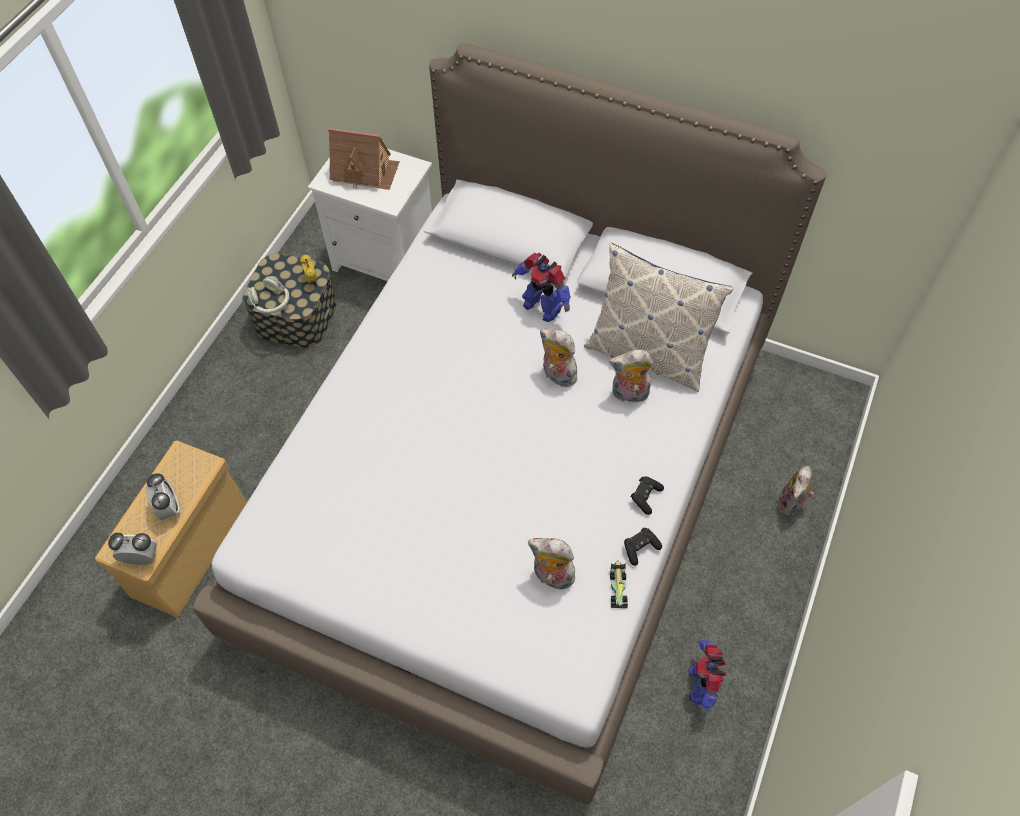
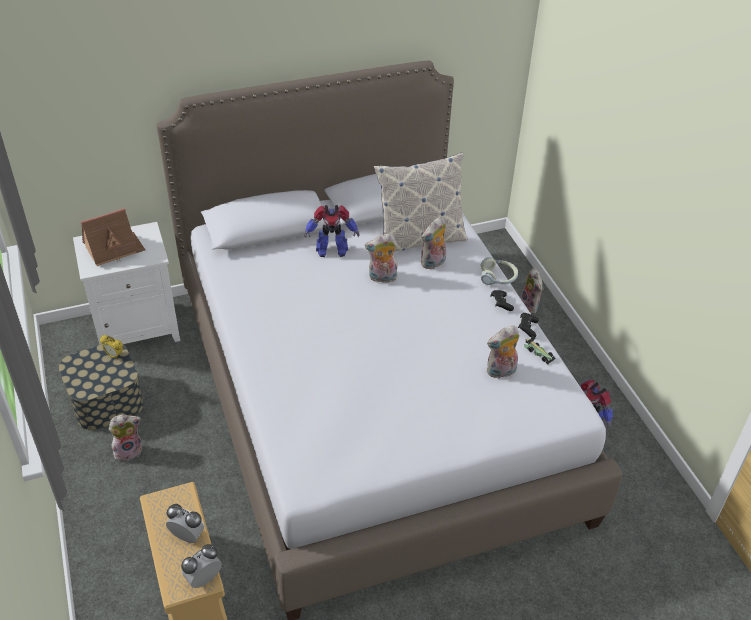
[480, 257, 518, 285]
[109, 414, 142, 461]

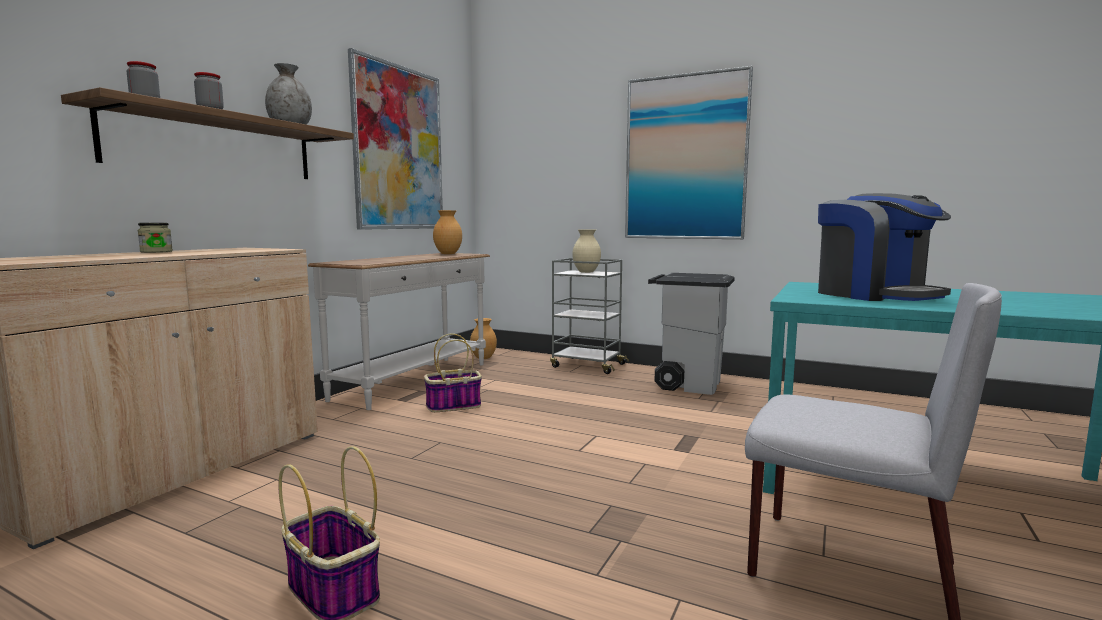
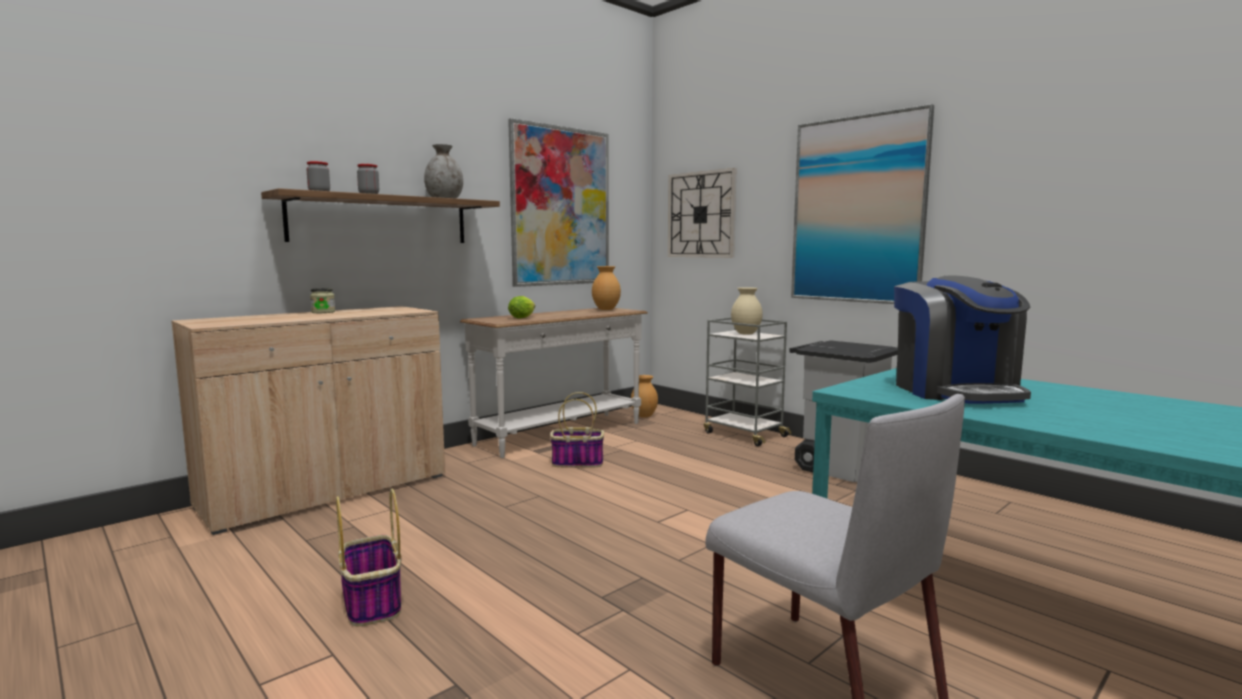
[508, 296, 535, 319]
[668, 168, 737, 258]

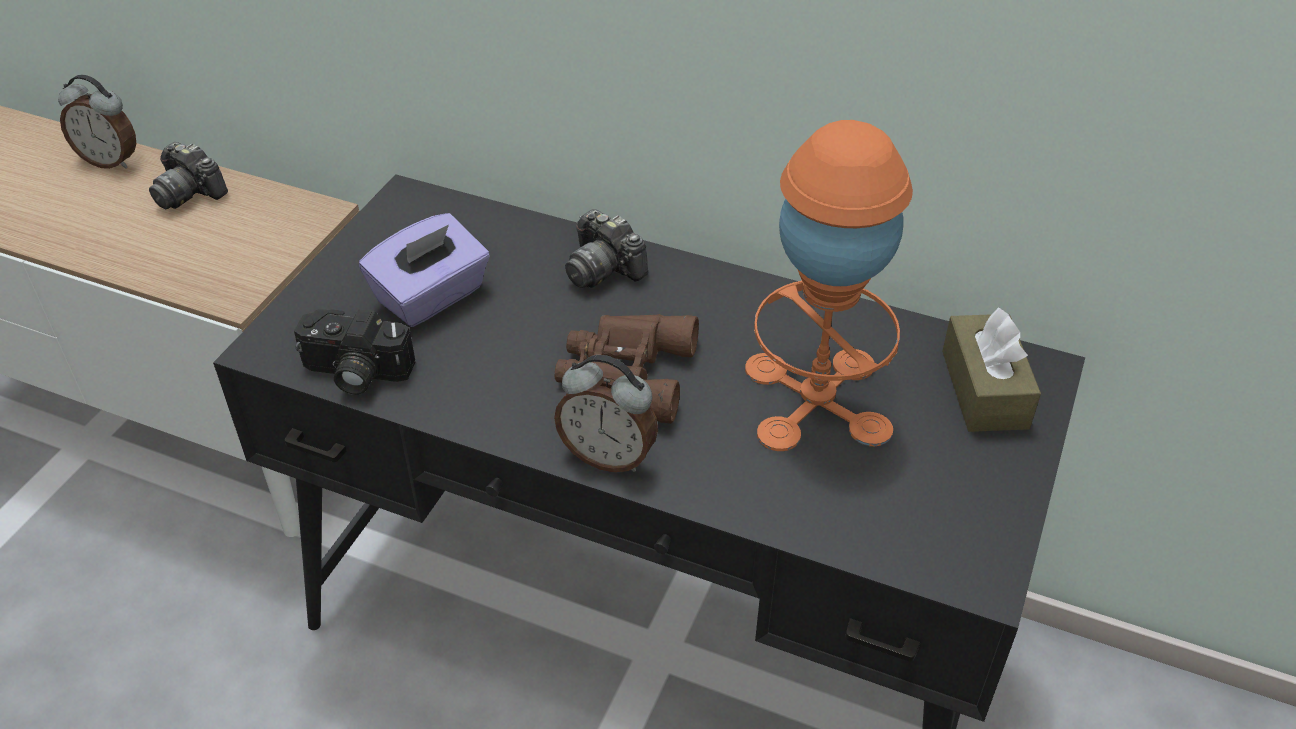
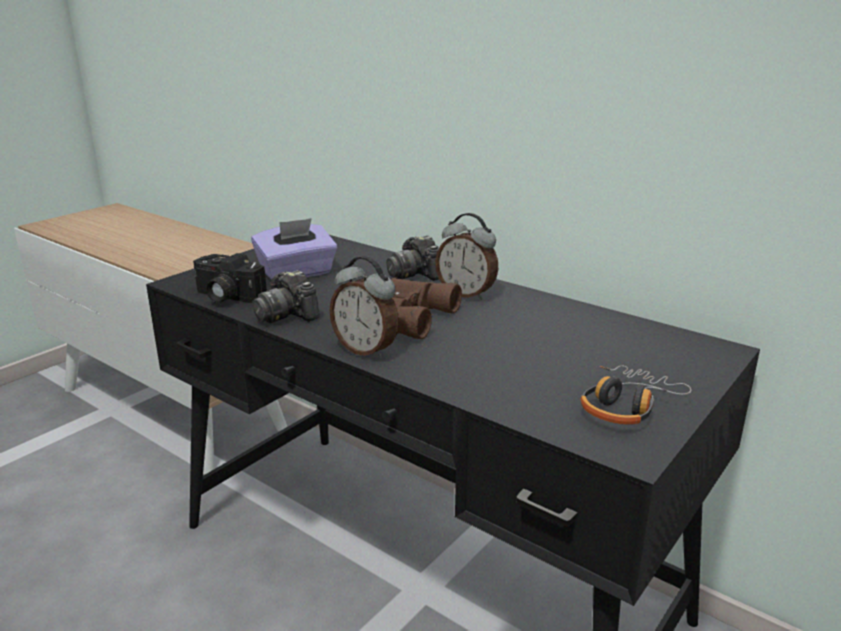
[435, 213, 498, 300]
[252, 270, 320, 323]
[745, 120, 913, 451] (first image)
[942, 307, 1041, 432] (first image)
[580, 365, 691, 425]

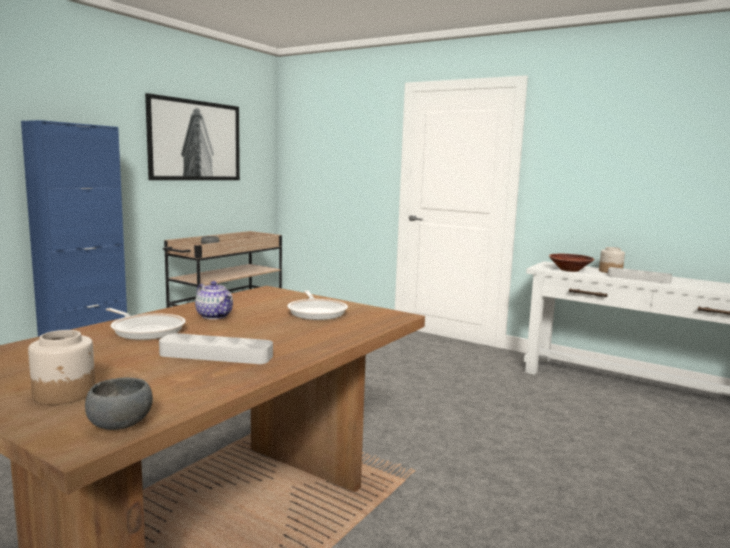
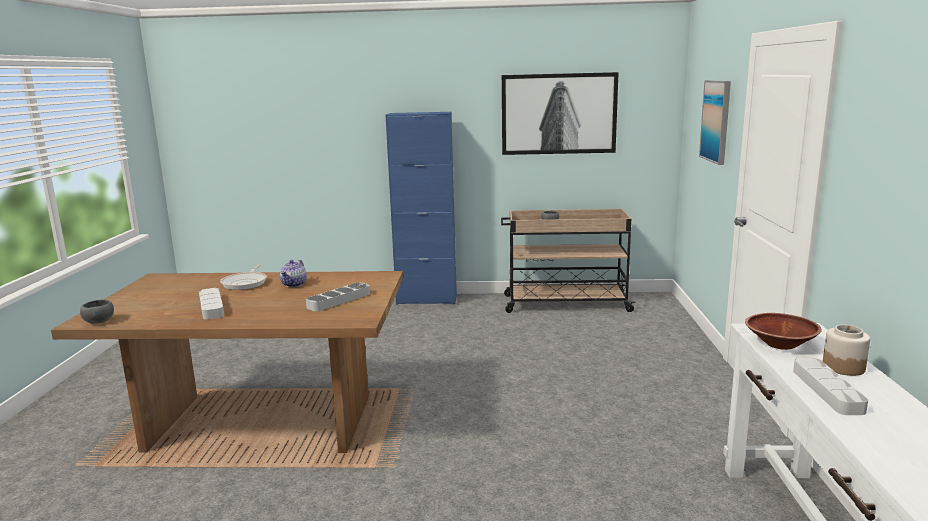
[28, 330, 95, 405] (first image)
[306, 282, 370, 311]
[699, 80, 731, 165]

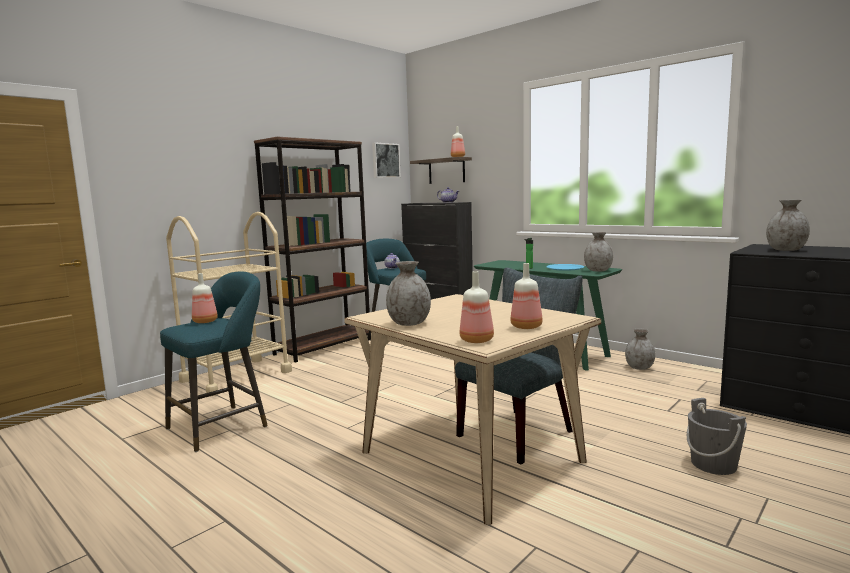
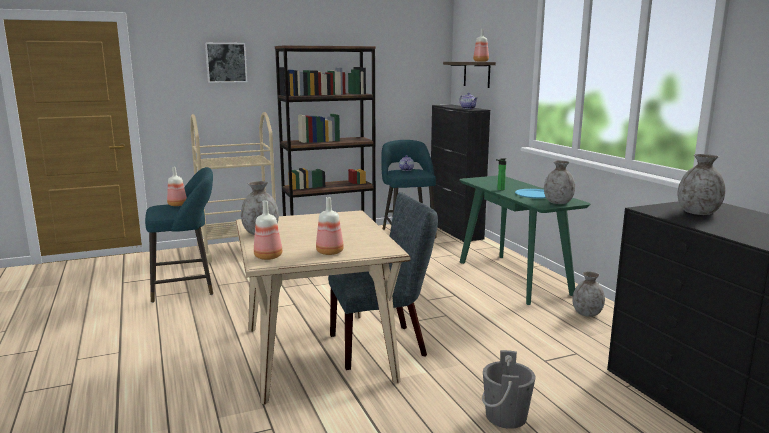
[205, 43, 247, 83]

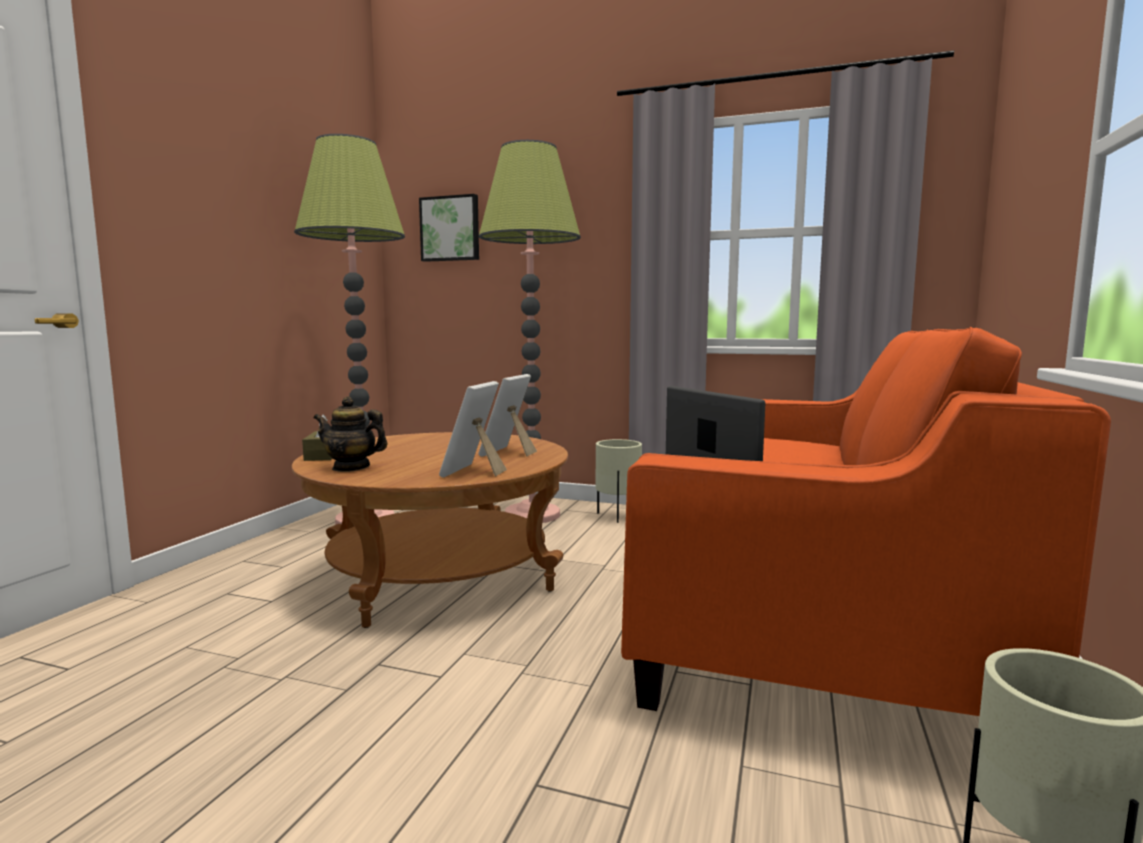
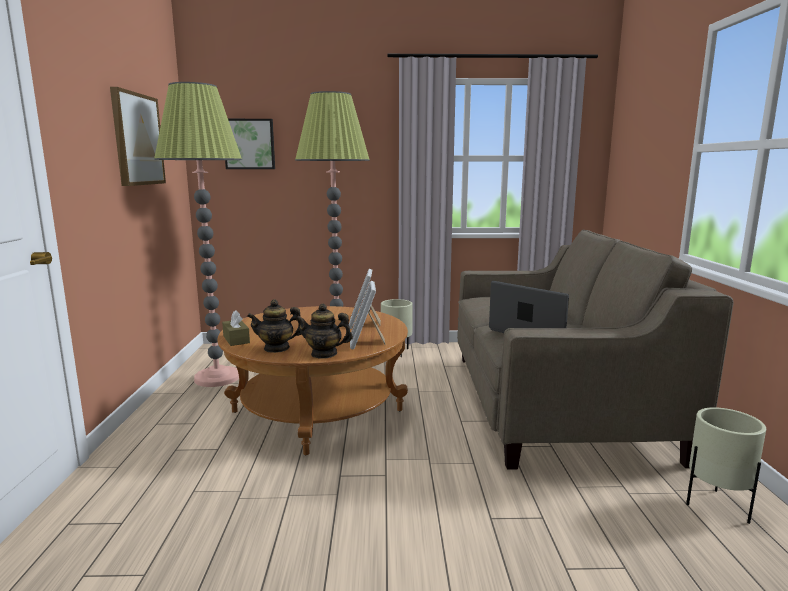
[457, 230, 734, 470]
[110, 87, 166, 186]
[296, 304, 353, 359]

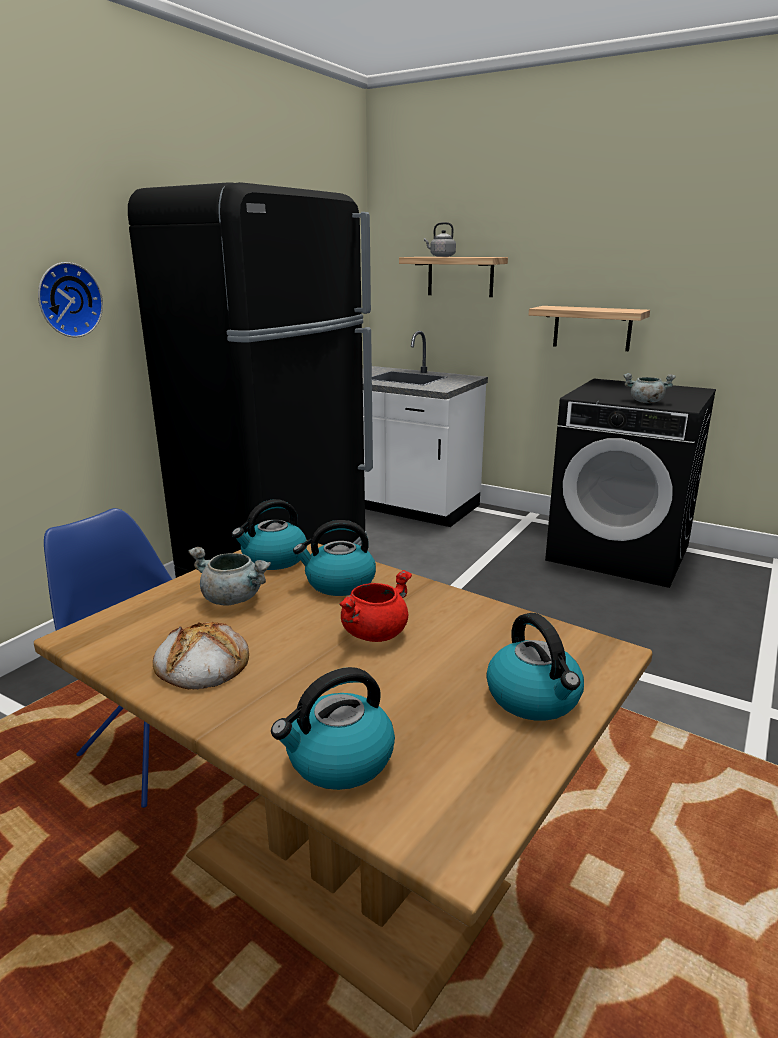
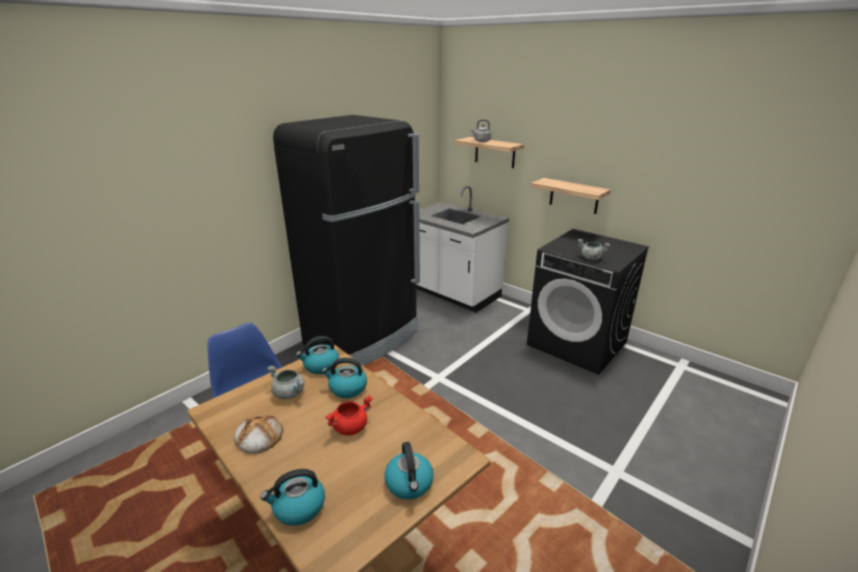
[38, 262, 103, 337] (first image)

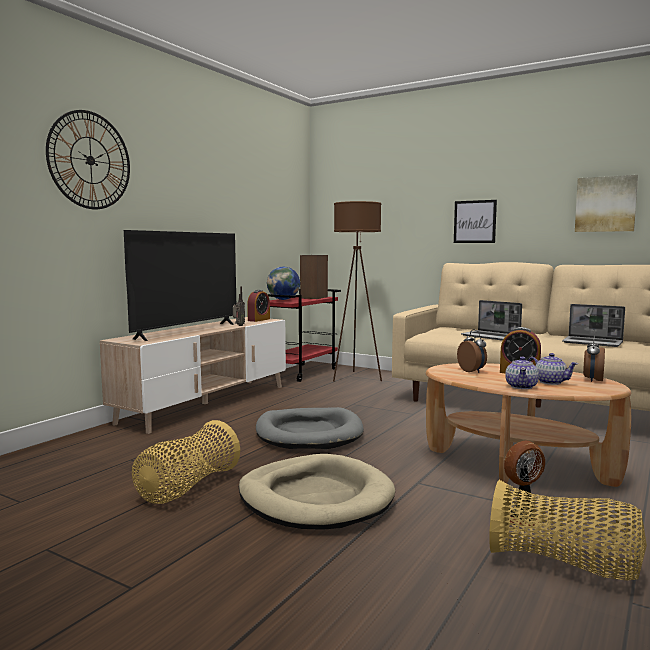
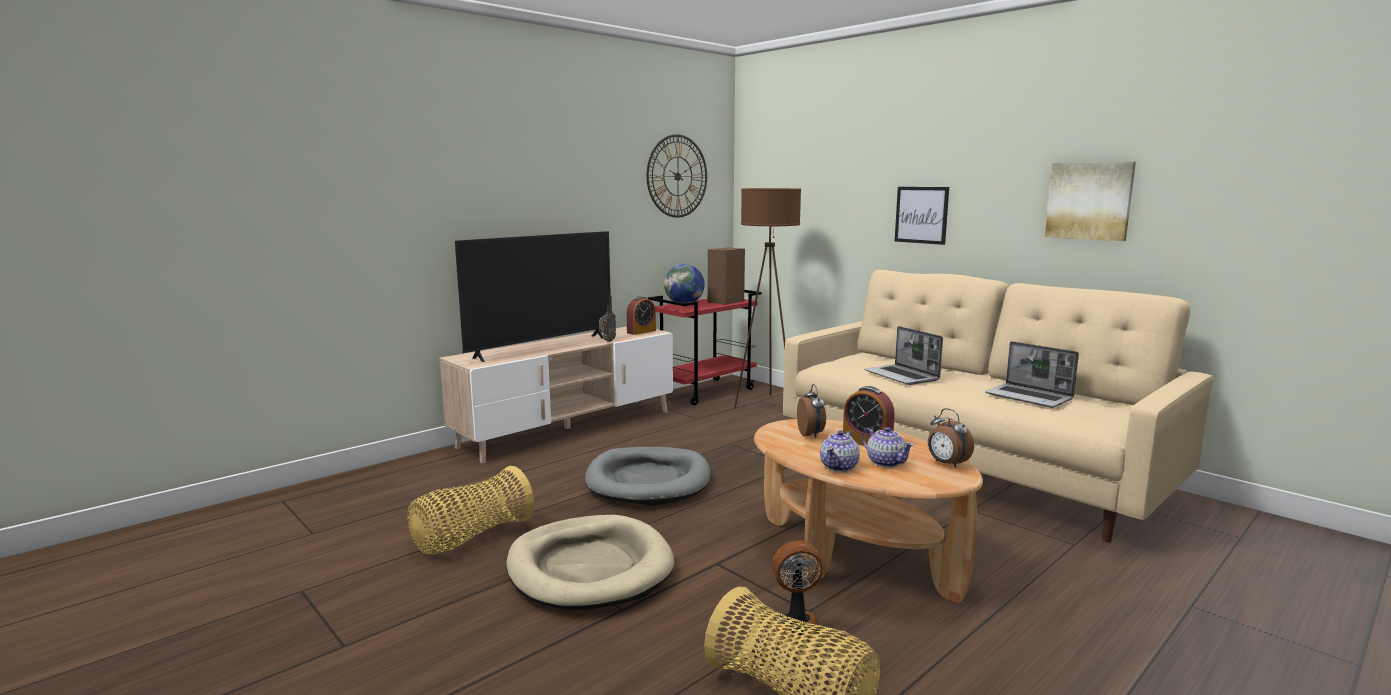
[647, 134, 707, 218]
[928, 408, 974, 468]

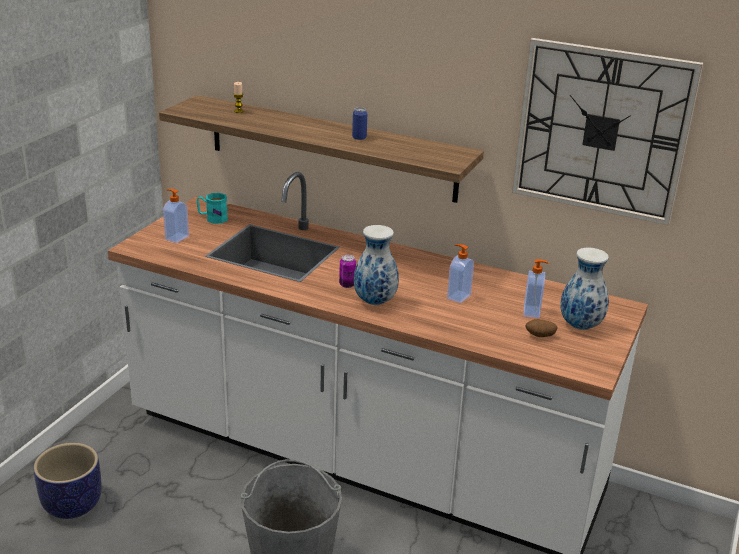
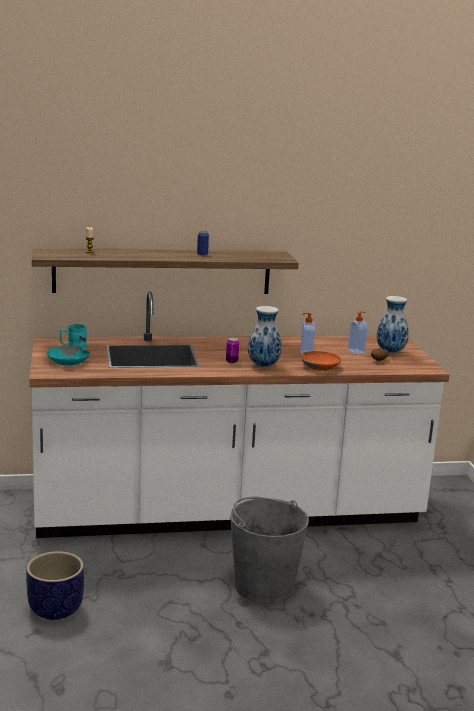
[47, 346, 90, 366]
[512, 38, 703, 226] (first image)
[302, 351, 341, 371]

